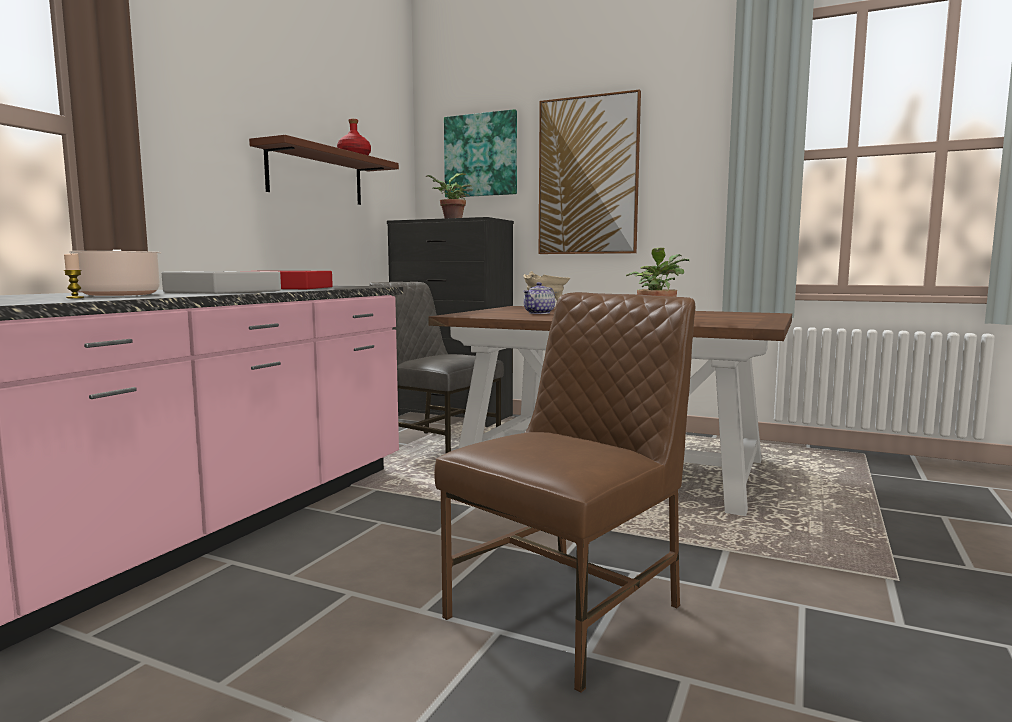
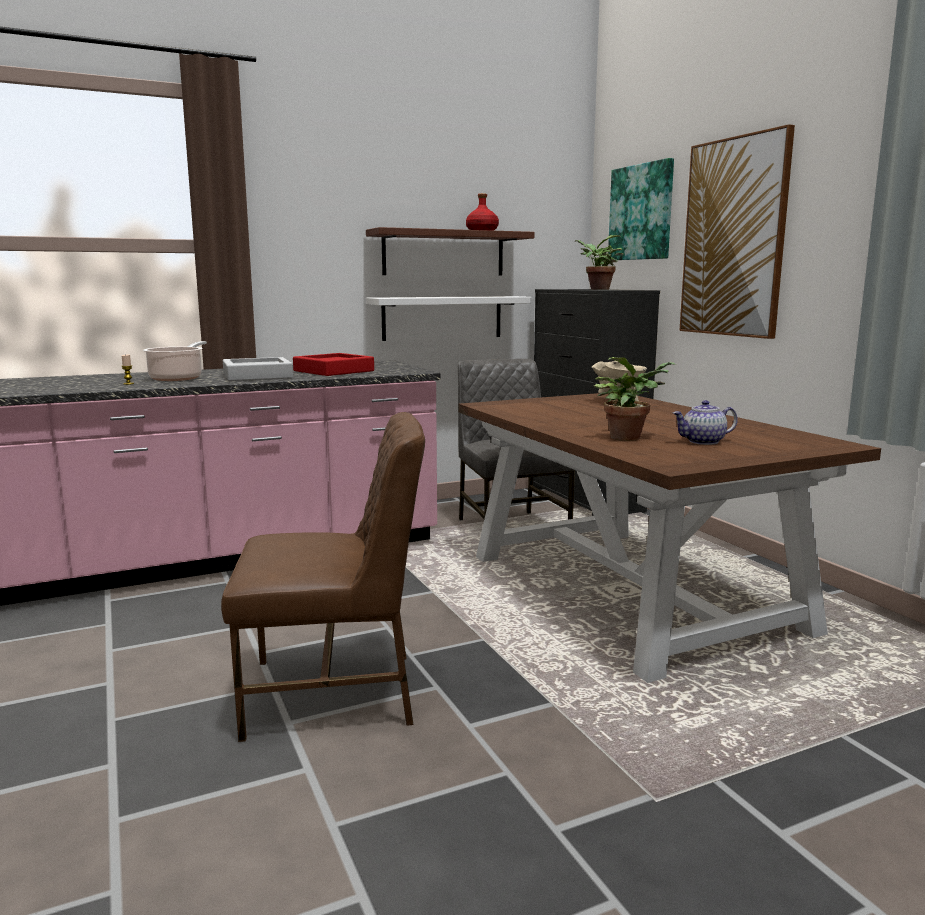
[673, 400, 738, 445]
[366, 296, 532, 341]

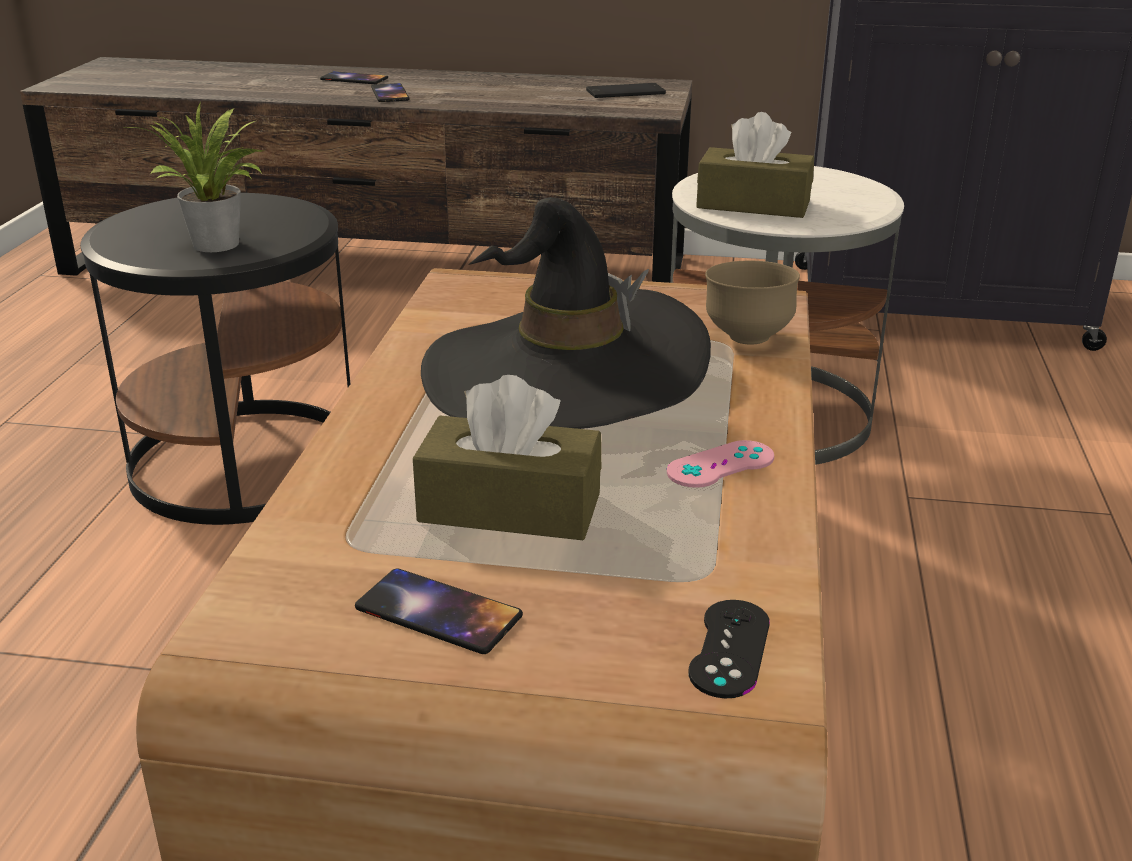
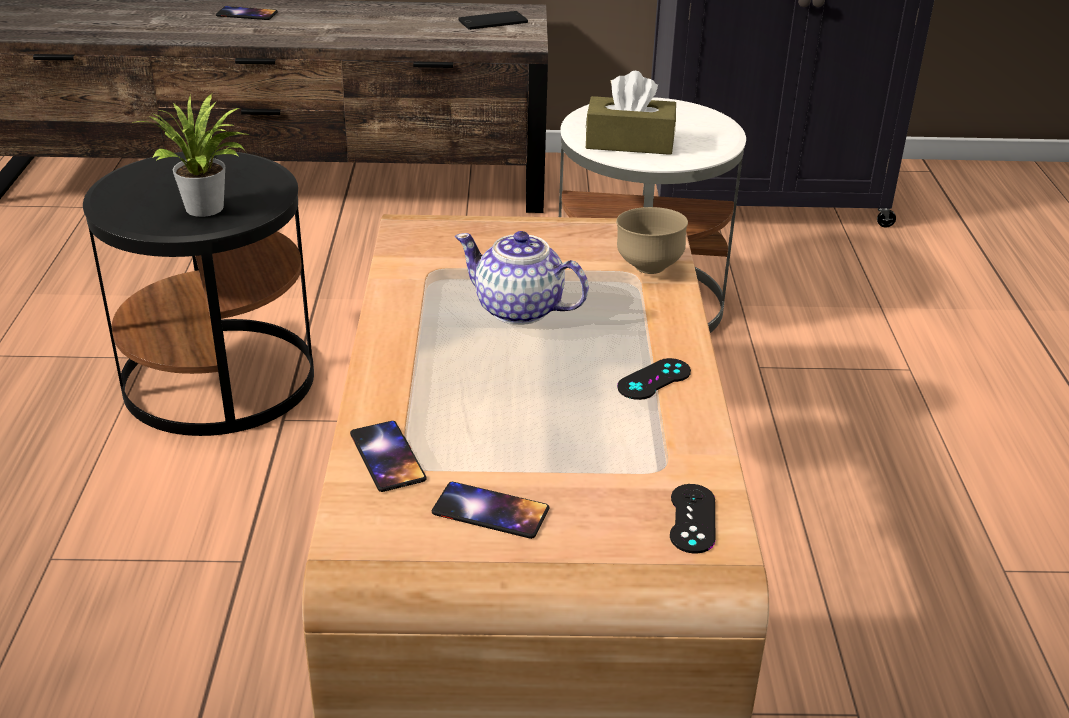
[350, 421, 427, 492]
[413, 375, 601, 540] (first image)
[455, 231, 589, 325]
[617, 358, 691, 400]

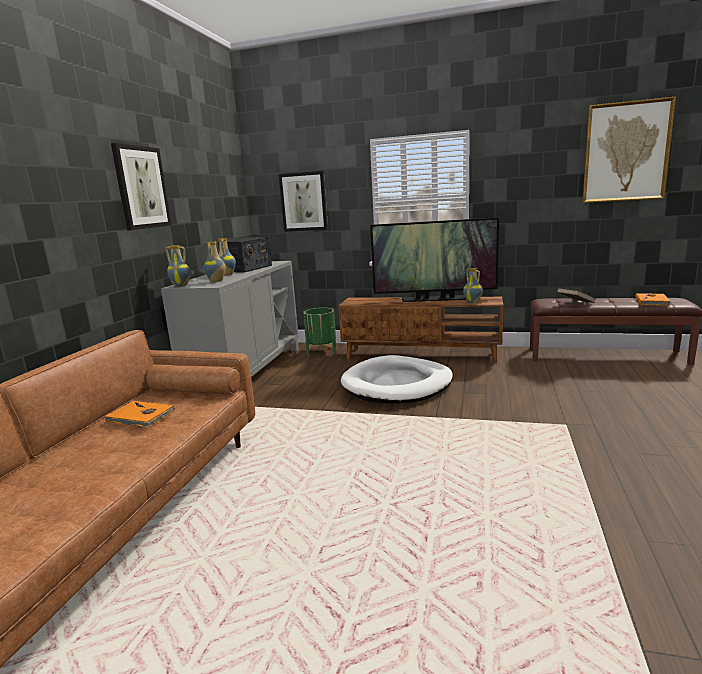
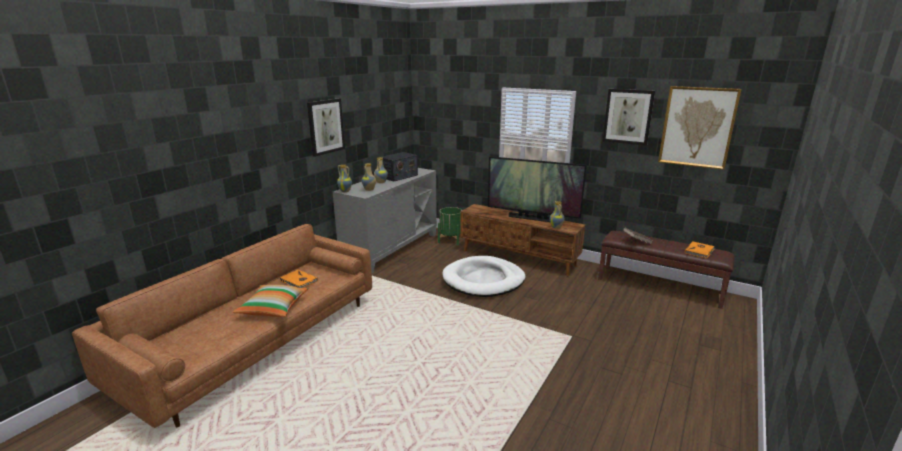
[603, 89, 655, 146]
[233, 285, 308, 317]

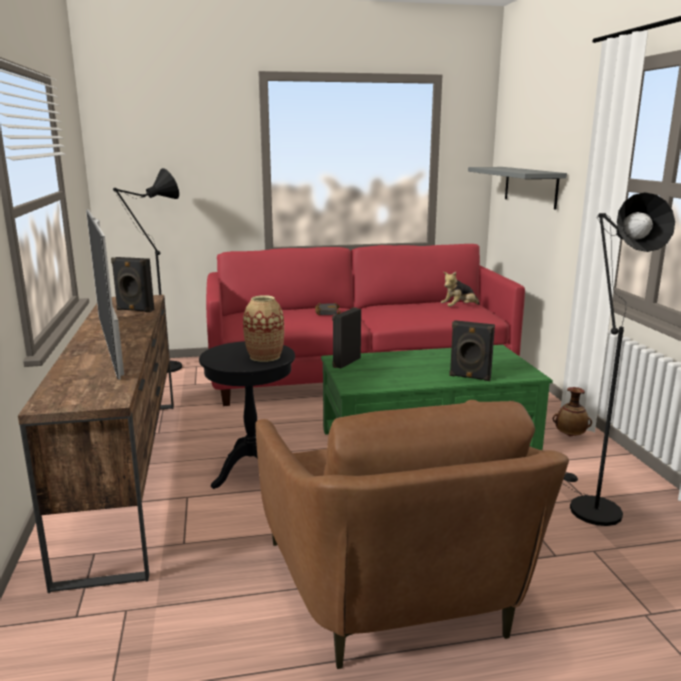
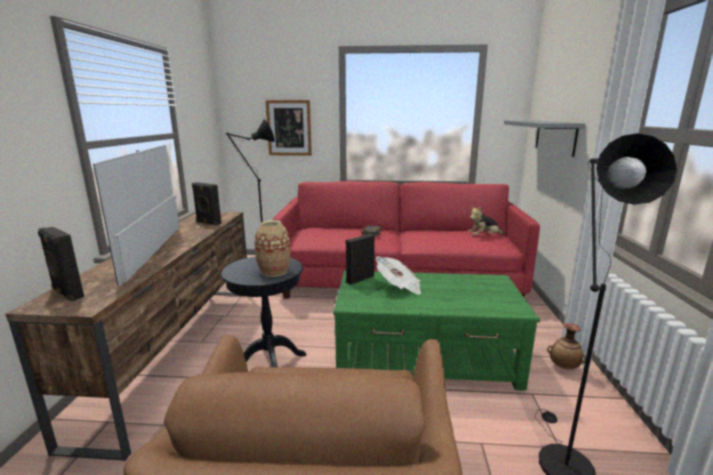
[38, 227, 84, 301]
[266, 100, 312, 156]
[376, 256, 421, 294]

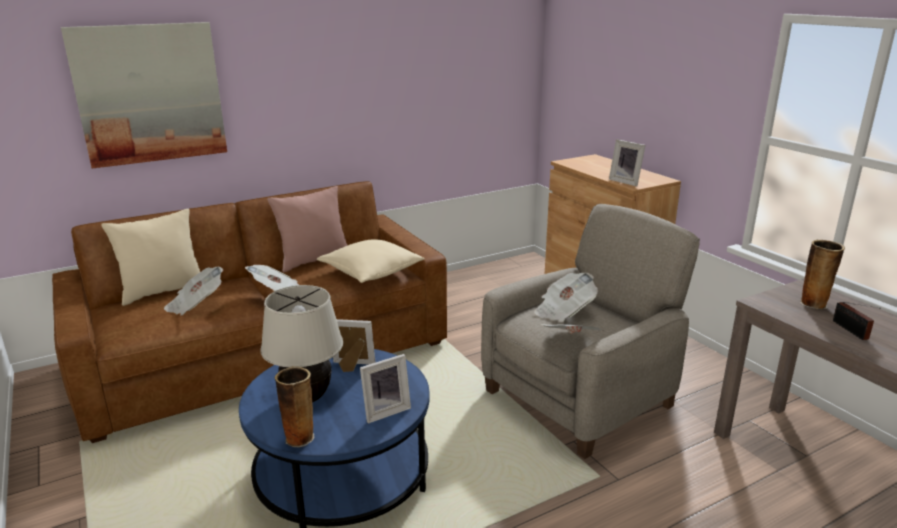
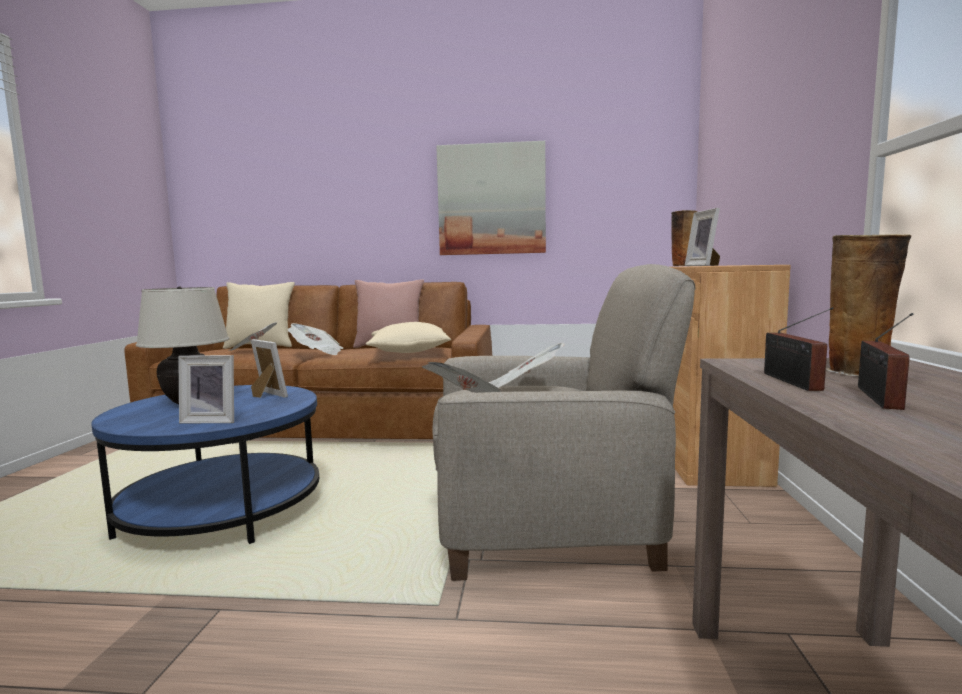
[436, 141, 546, 255]
[671, 210, 697, 266]
[764, 307, 834, 391]

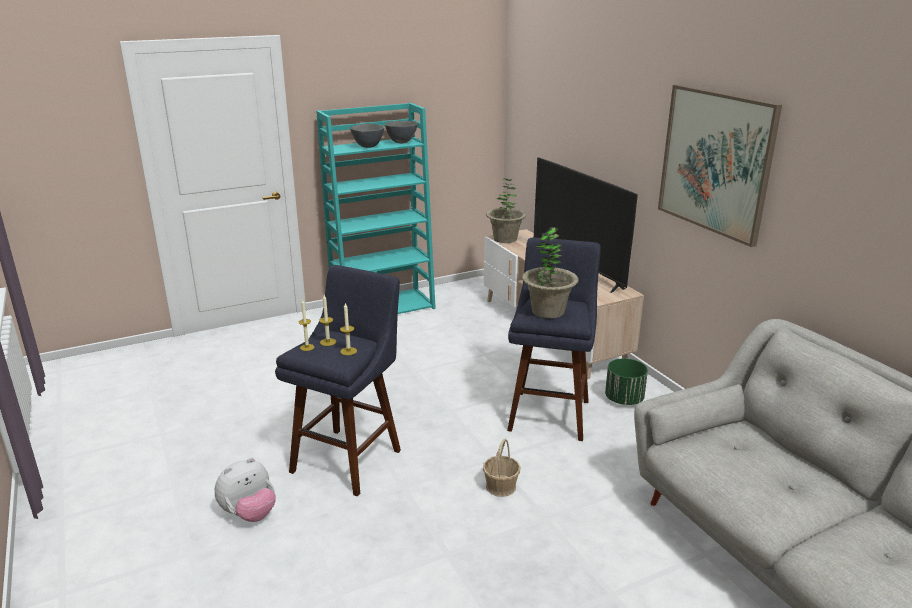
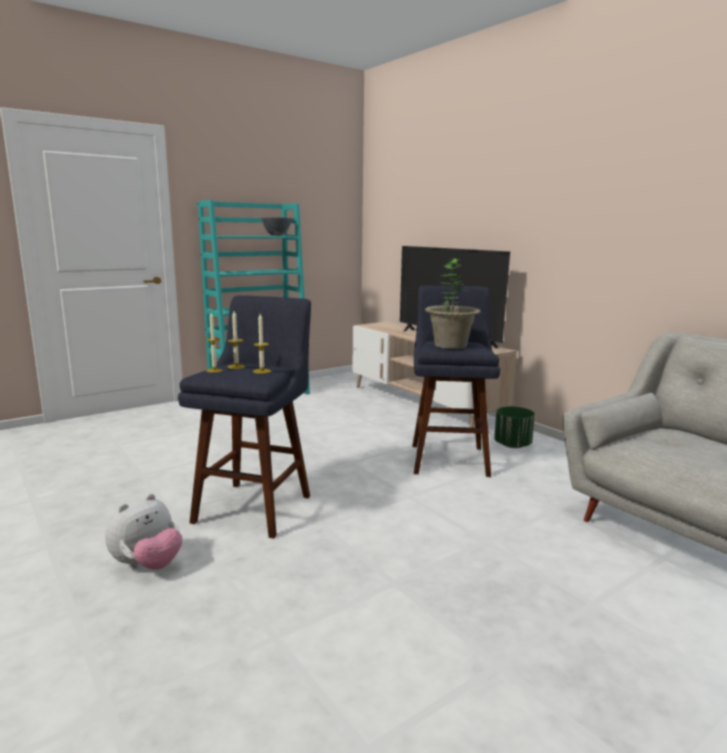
[350, 124, 384, 148] (first image)
[483, 438, 521, 497] (first image)
[486, 178, 526, 243] (first image)
[658, 84, 782, 247] (first image)

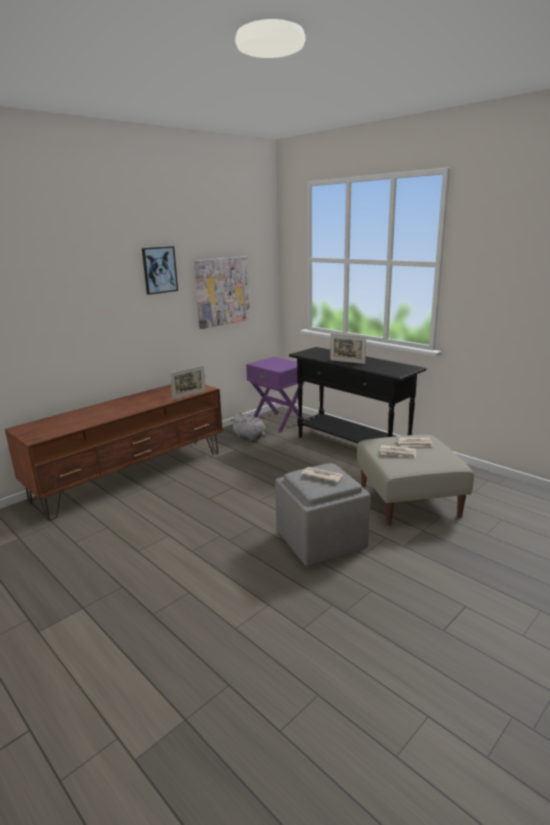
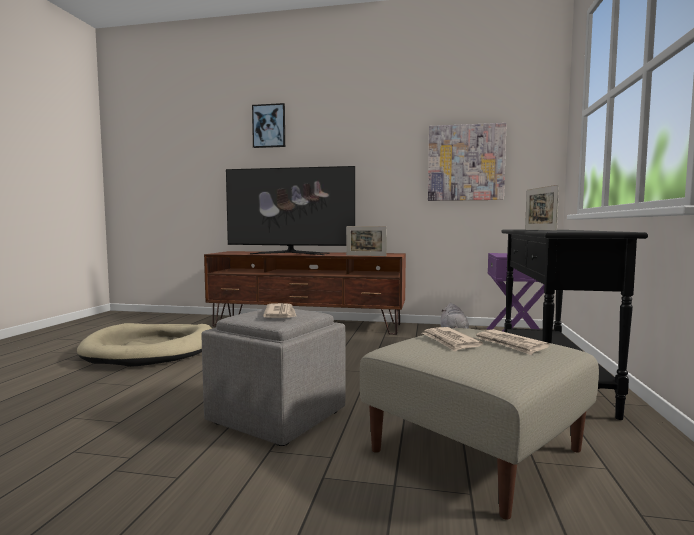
[252, 103, 285, 148]
[77, 323, 212, 367]
[226, 166, 355, 255]

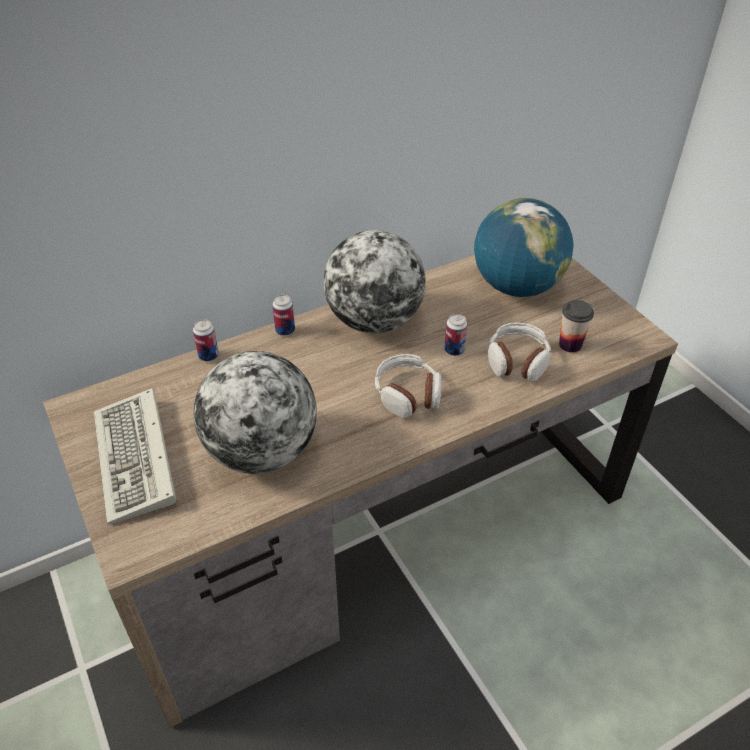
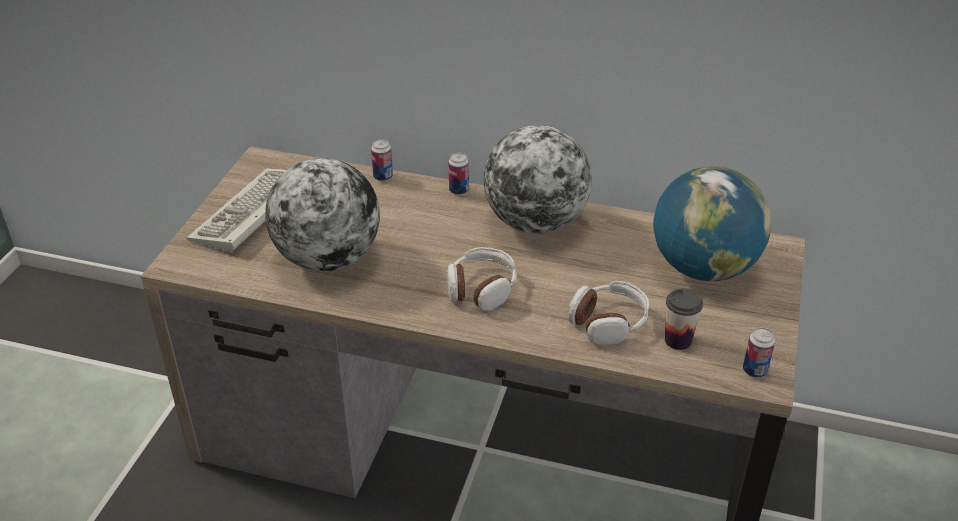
[743, 328, 775, 378]

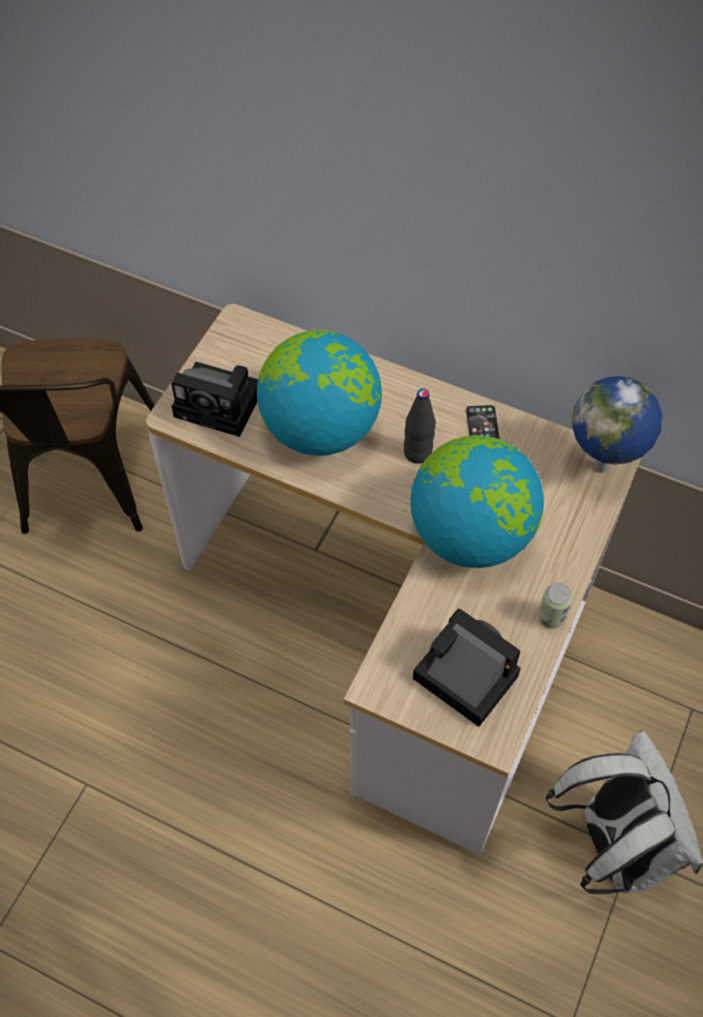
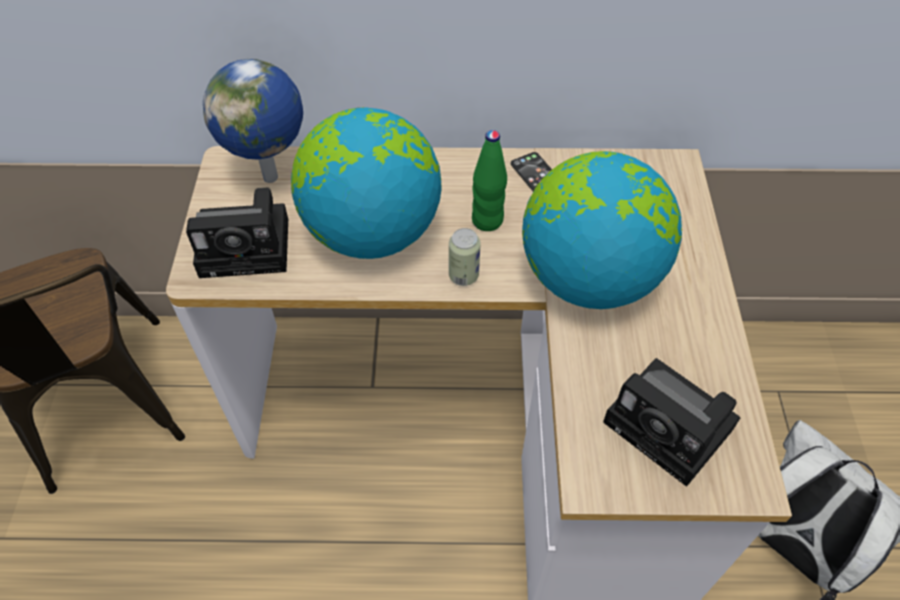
[472, 130, 507, 231]
[603, 358, 740, 487]
[449, 228, 481, 286]
[203, 59, 303, 183]

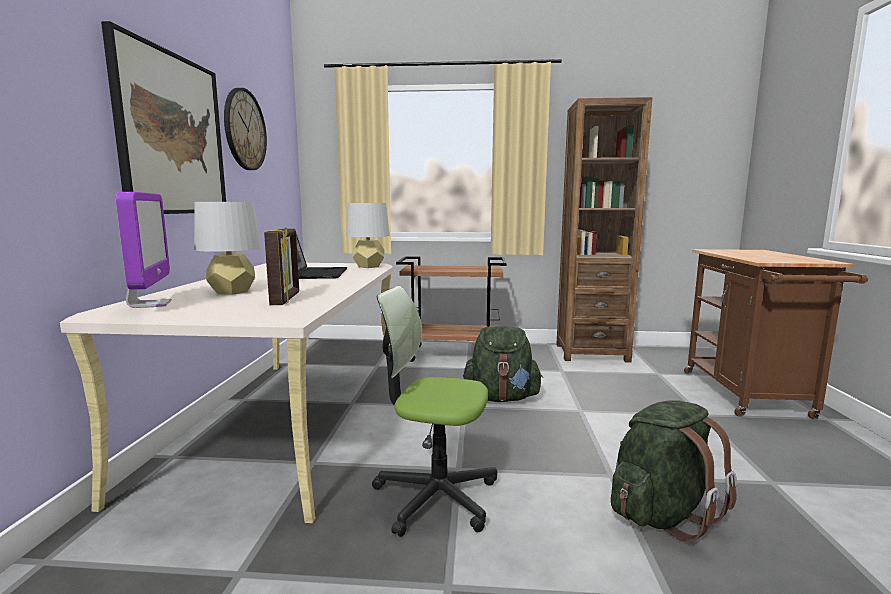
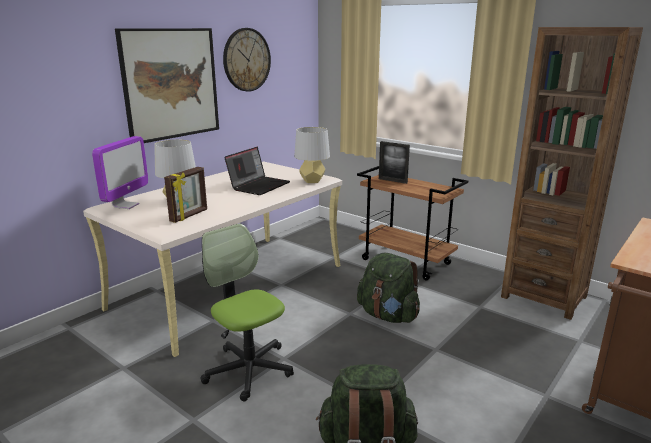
[379, 141, 410, 184]

